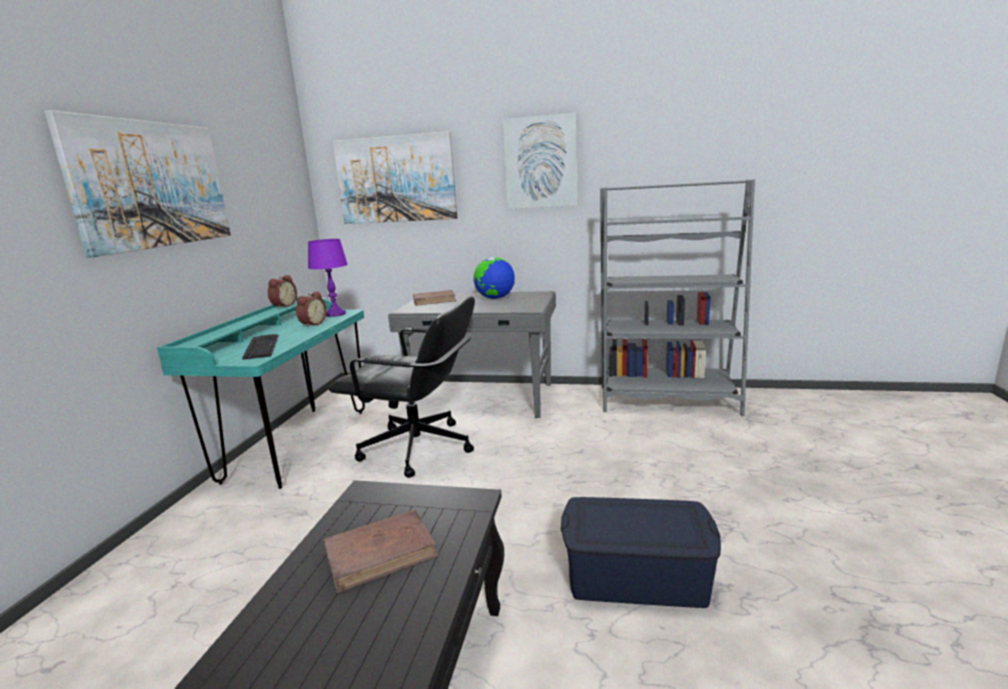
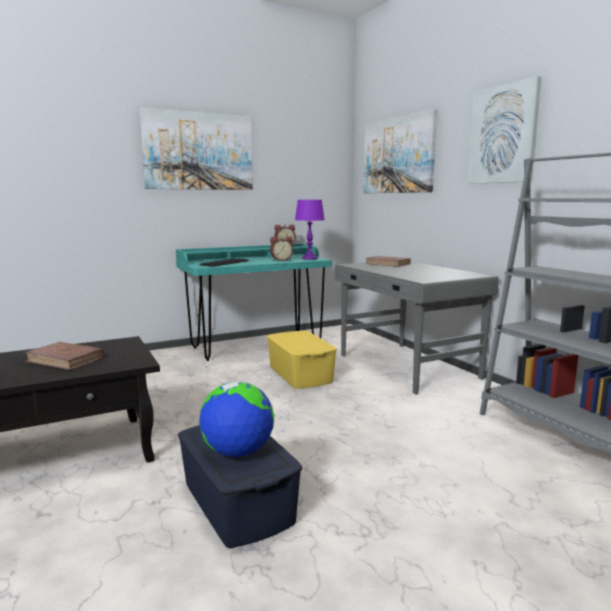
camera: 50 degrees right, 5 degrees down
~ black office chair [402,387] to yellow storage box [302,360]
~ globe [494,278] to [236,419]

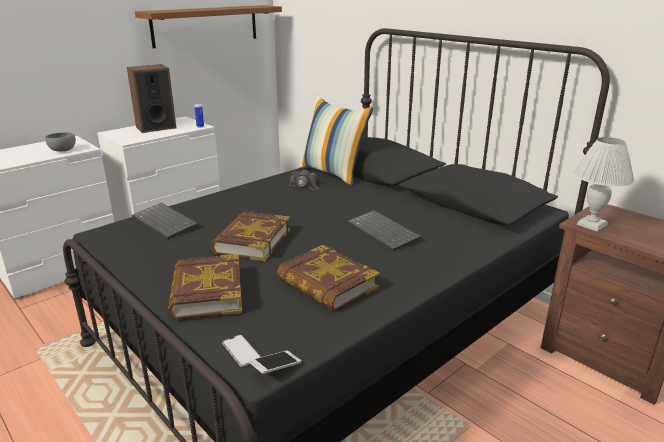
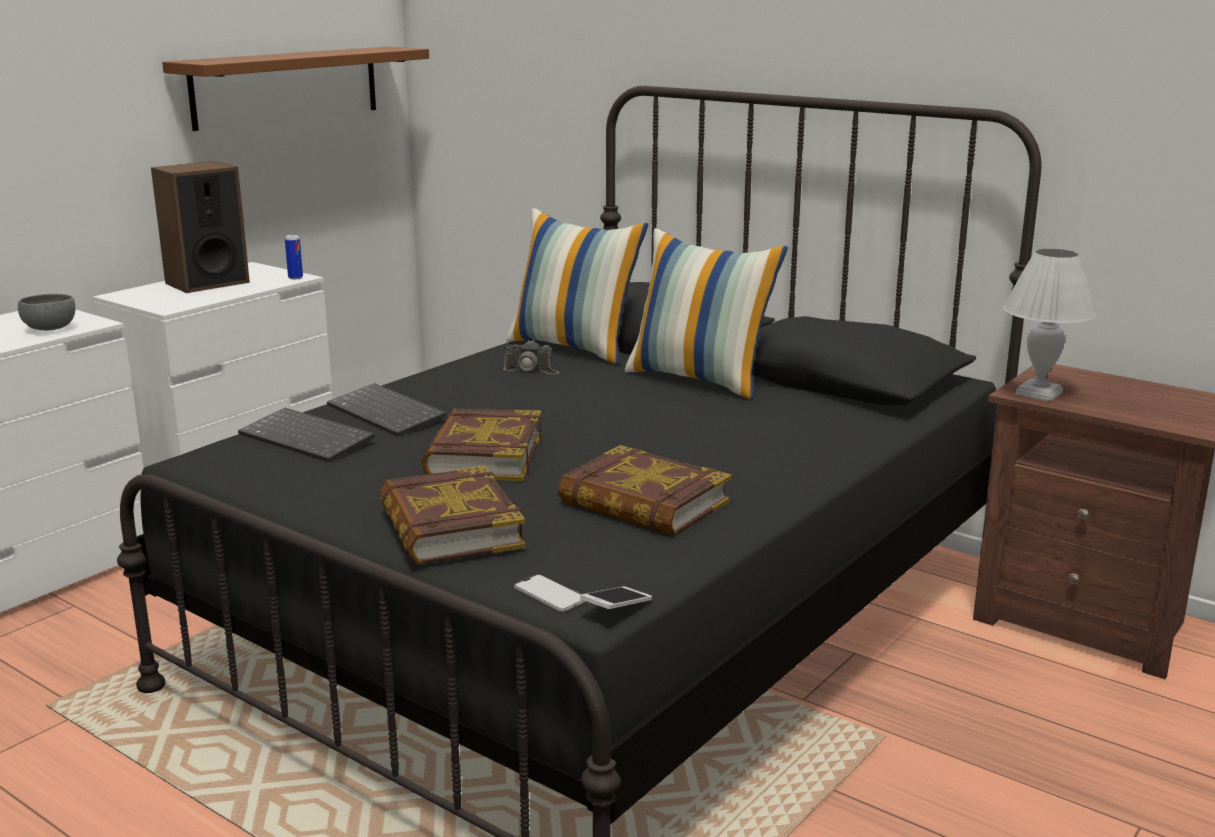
camera: 10 degrees left, 5 degrees down
~ keyboard [384,230] to [387,410]
+ pillow [706,314]

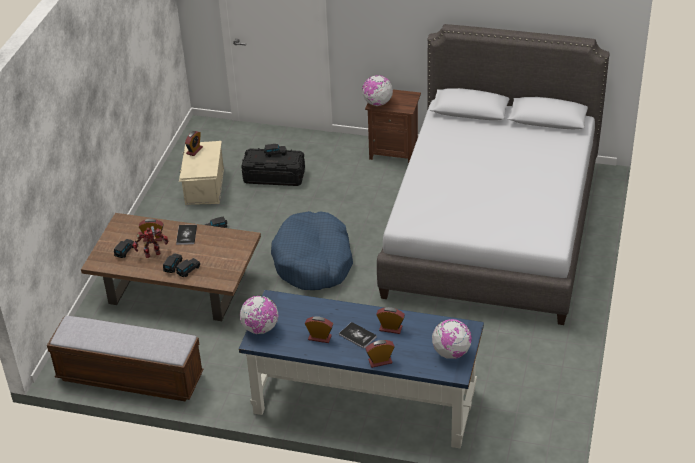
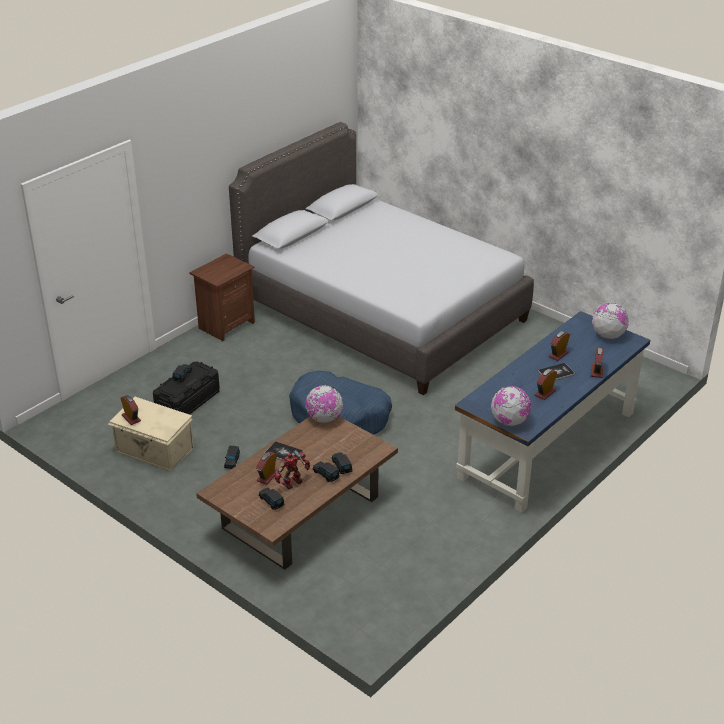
camera: 65 degrees left, 5 degrees down
- bench [125,359]
~ toy robot [150,242] = [292,469] 45 degrees clockwise
~ globe [377,90] to [324,404]

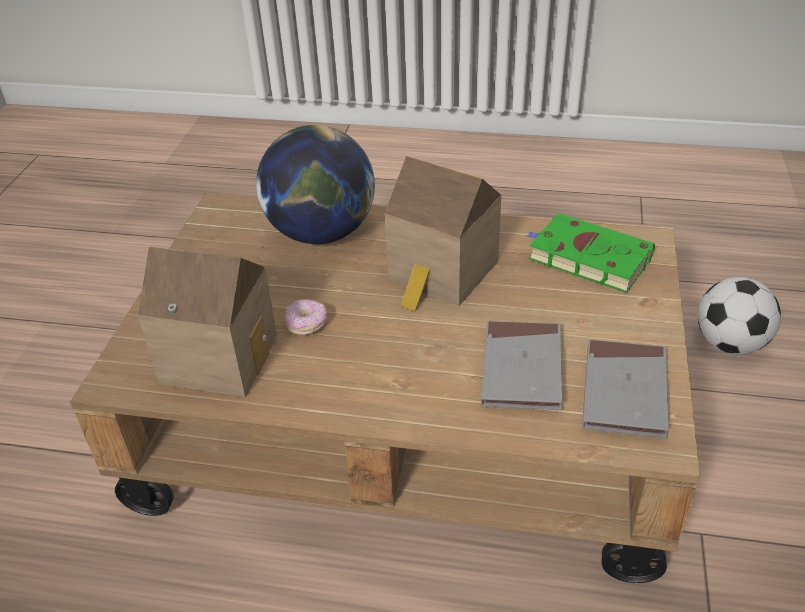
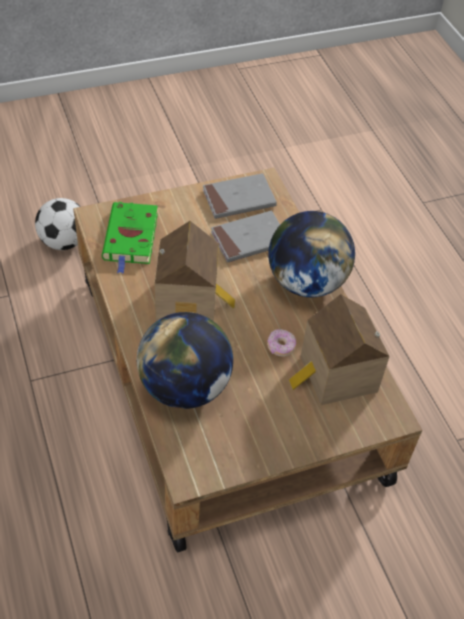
camera: 125 degrees left, 10 degrees up
+ globe [311,254]

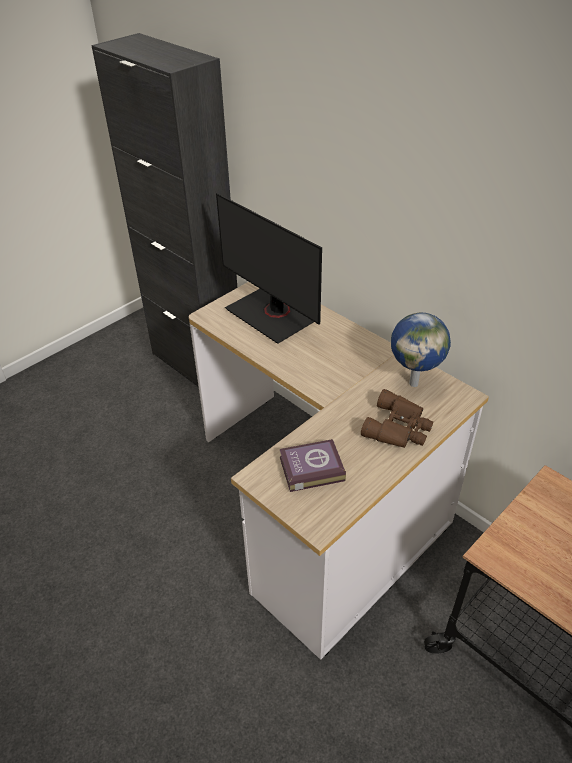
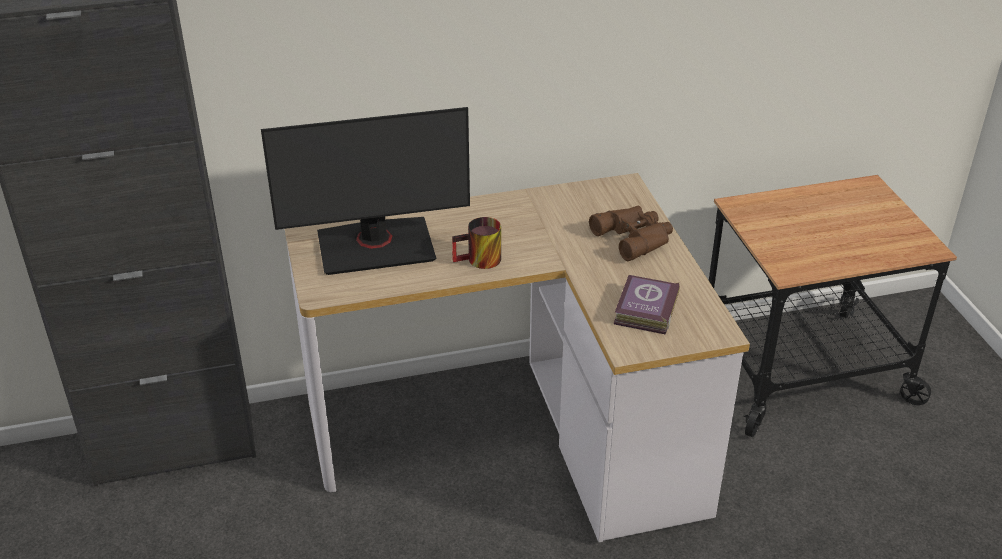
camera: 60 degrees left, 5 degrees down
- globe [421,350]
+ mug [476,243]

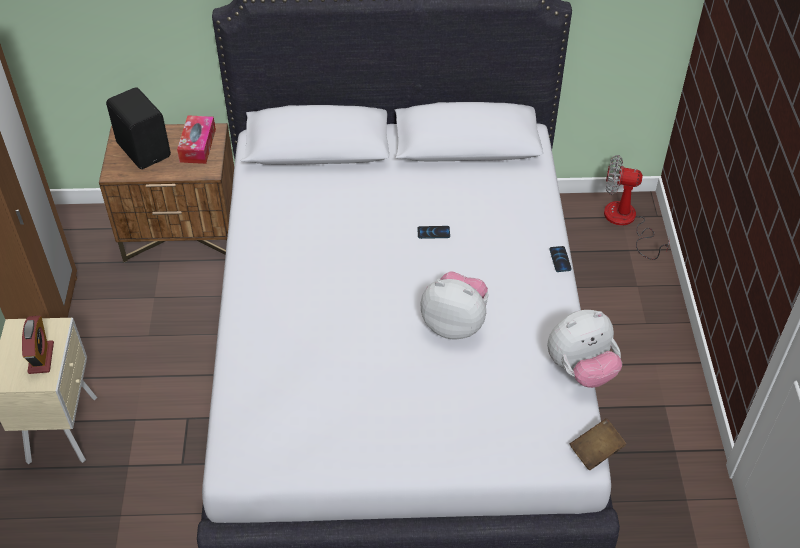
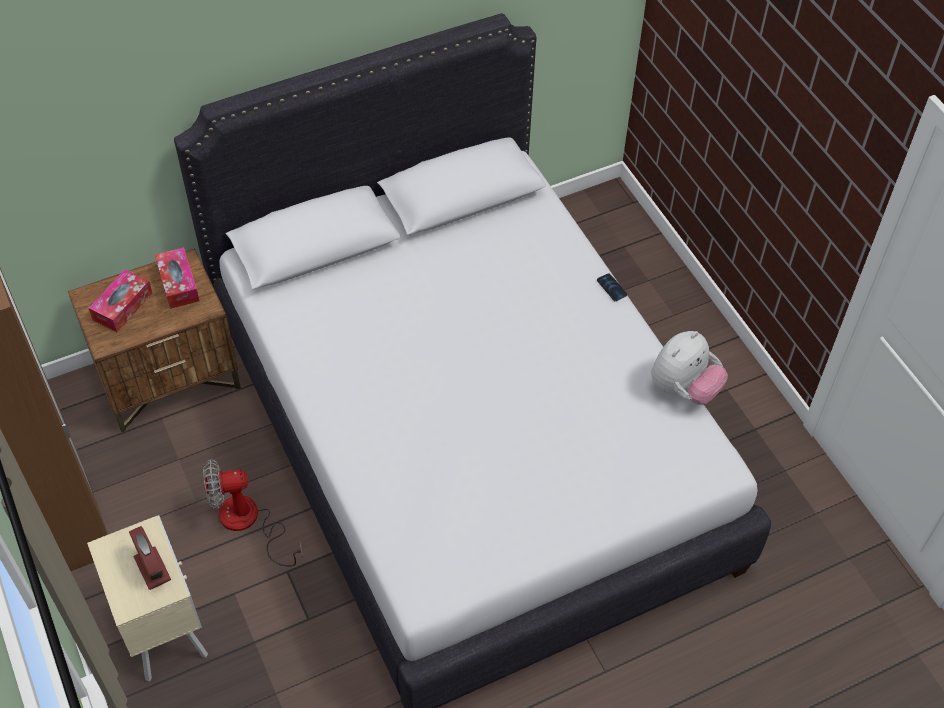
camera: 25 degrees left, 5 degrees up
~ black speaker [138,128] to tissue box [120,300]
- phone [433,232]
- plush toy [454,306]
- brown book [598,444]
~ fan [637,207] to [253,513]

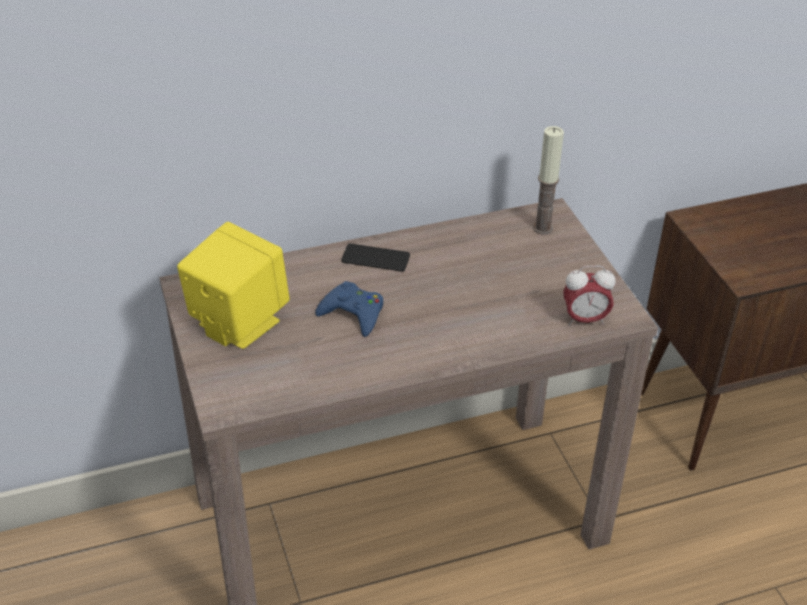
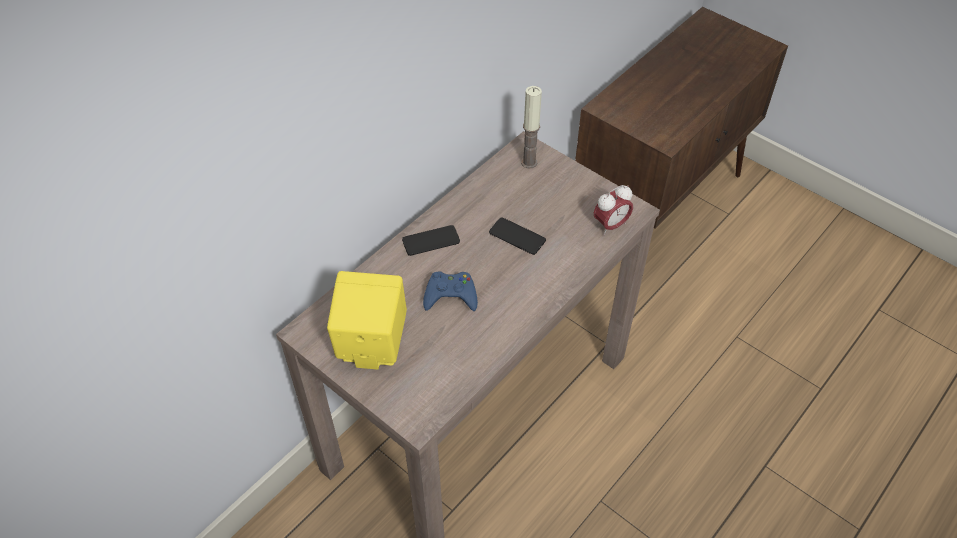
camera: 30 degrees left, 10 degrees up
+ phone [517,236]

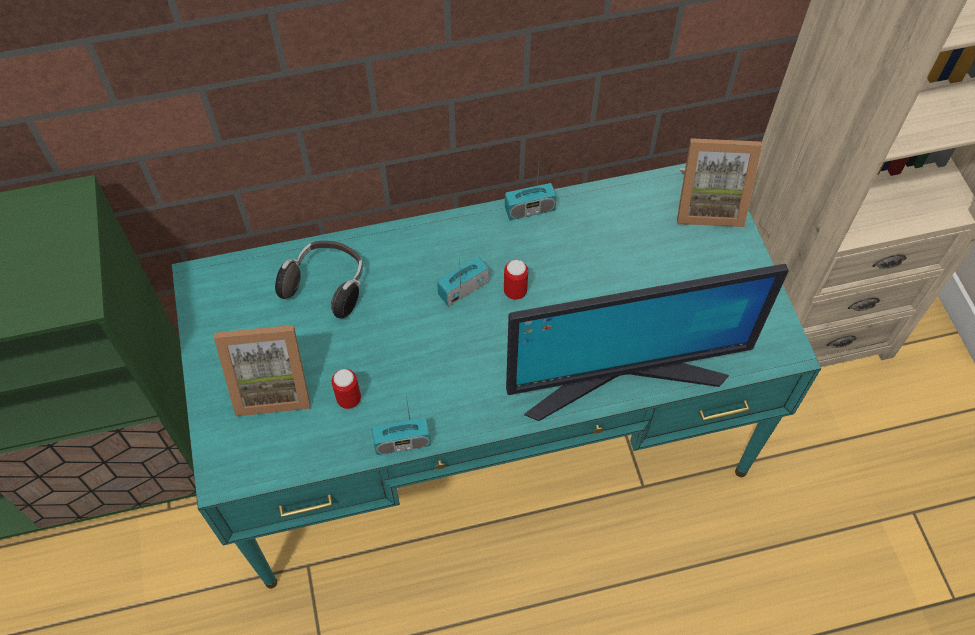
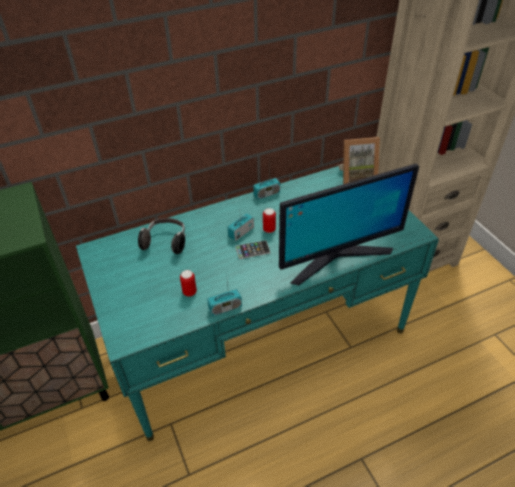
camera: 10 degrees left, 15 degrees down
- picture frame [262,370]
+ phone [253,249]

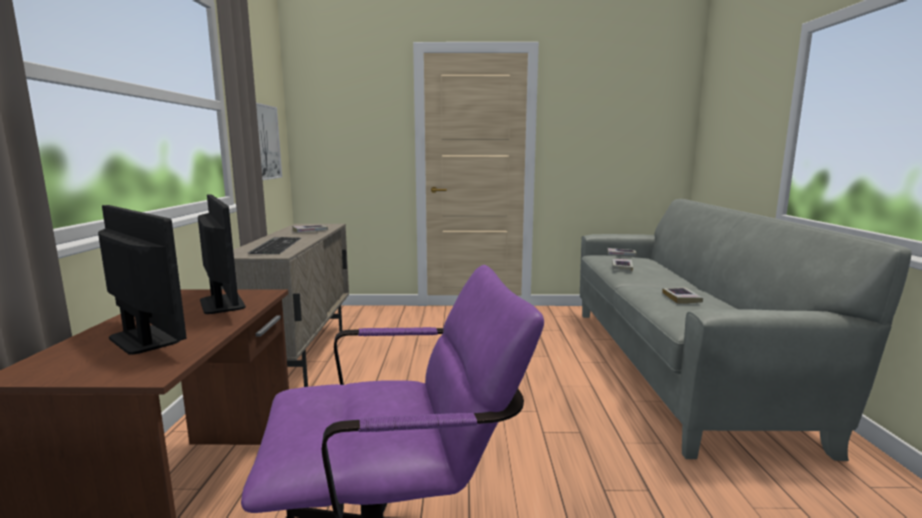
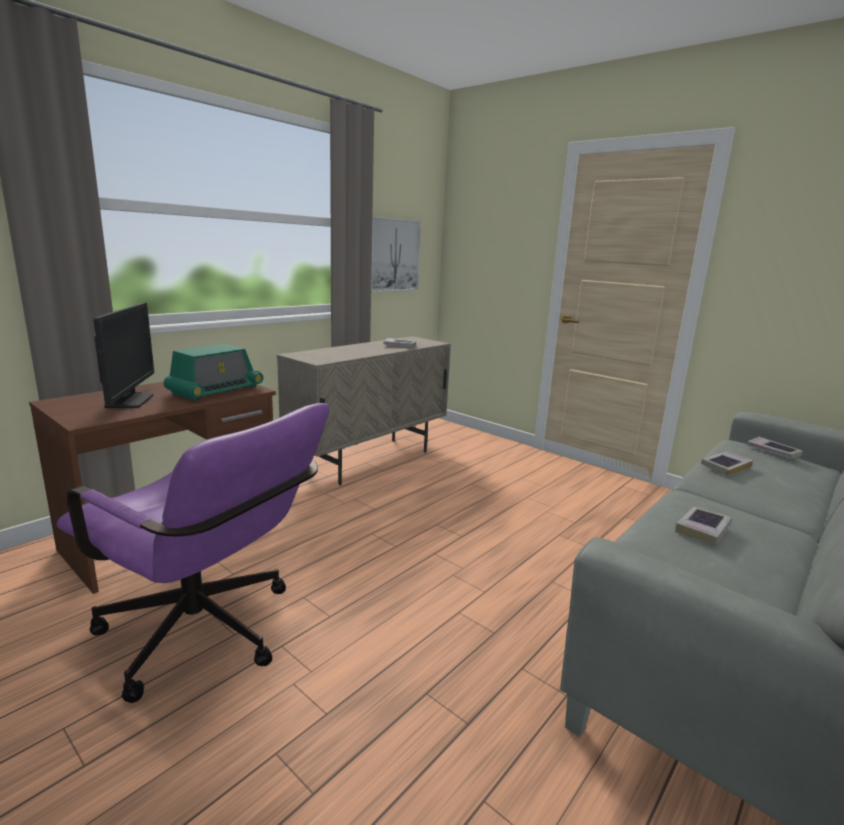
camera: 40 degrees right, 5 degrees up
~ monitor [222,254] to radio [213,372]
- keyboard [274,245]

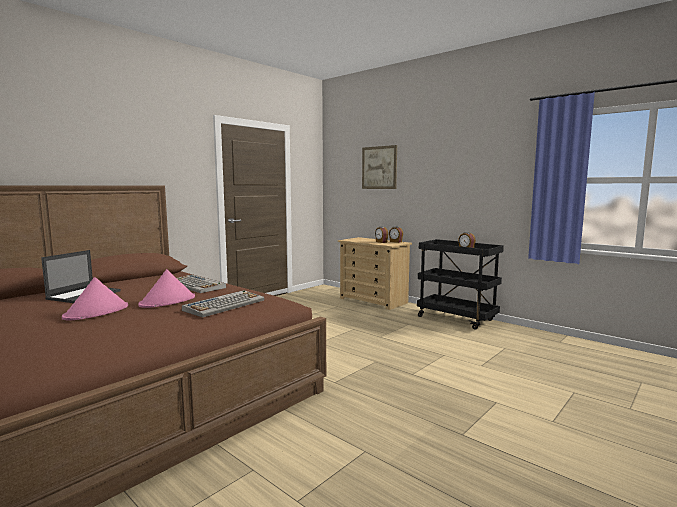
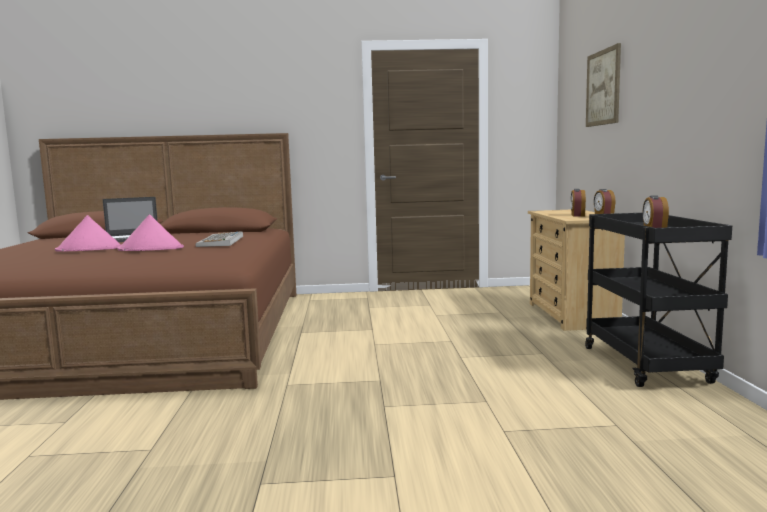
camera: 45 degrees right, 0 degrees up
- keyboard [223,303]

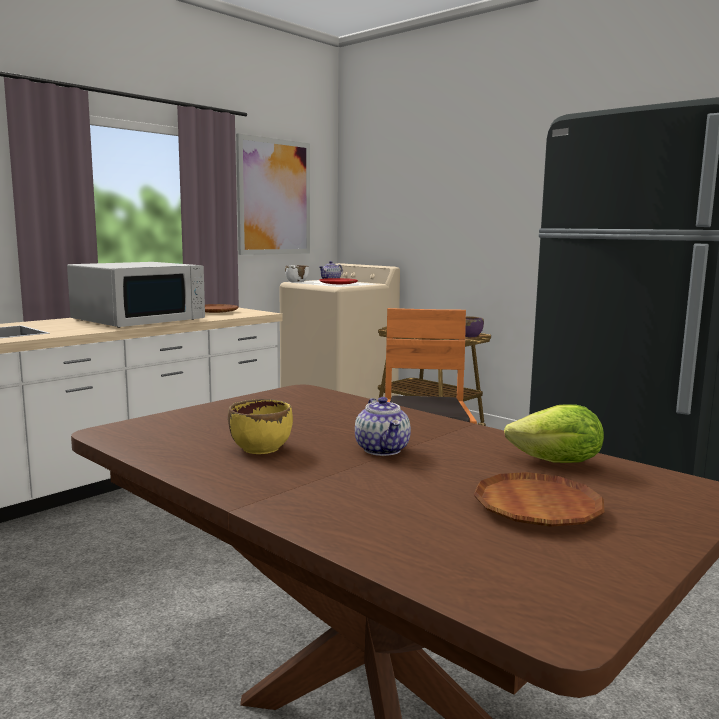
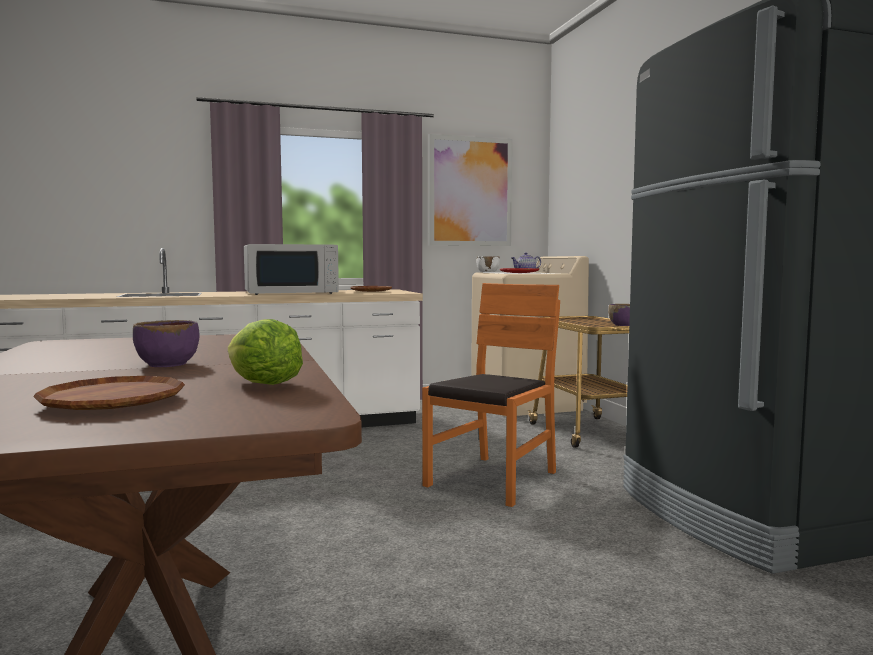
camera: 30 degrees right, 5 degrees down
- yellow bowl [260,426]
~ teapot [383,426] to purple bowl [166,343]

